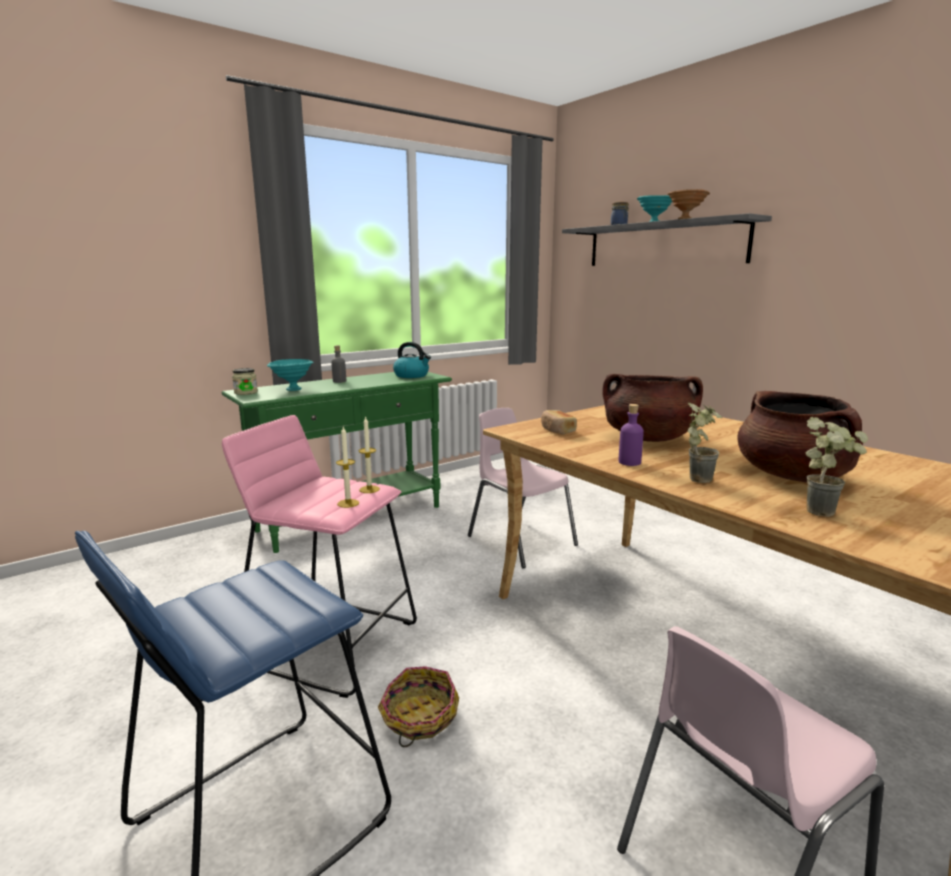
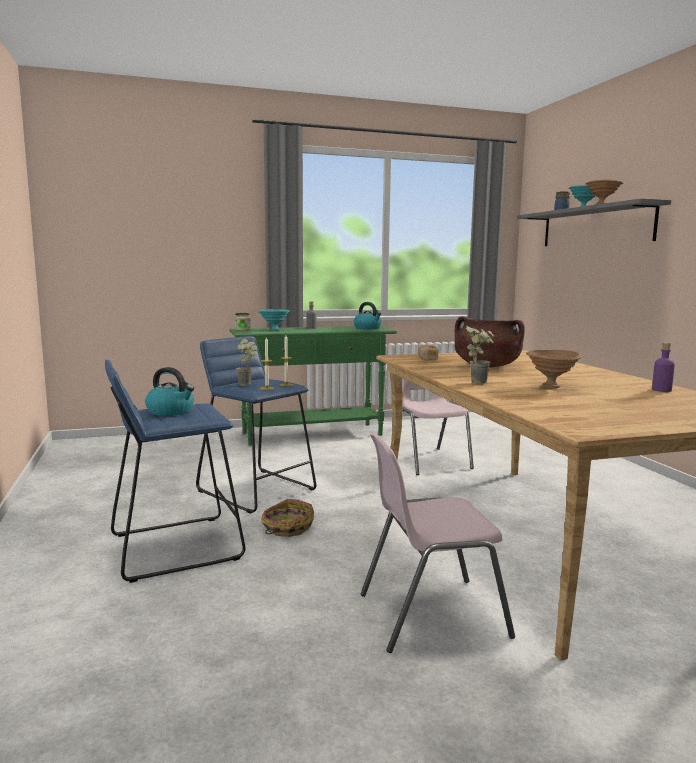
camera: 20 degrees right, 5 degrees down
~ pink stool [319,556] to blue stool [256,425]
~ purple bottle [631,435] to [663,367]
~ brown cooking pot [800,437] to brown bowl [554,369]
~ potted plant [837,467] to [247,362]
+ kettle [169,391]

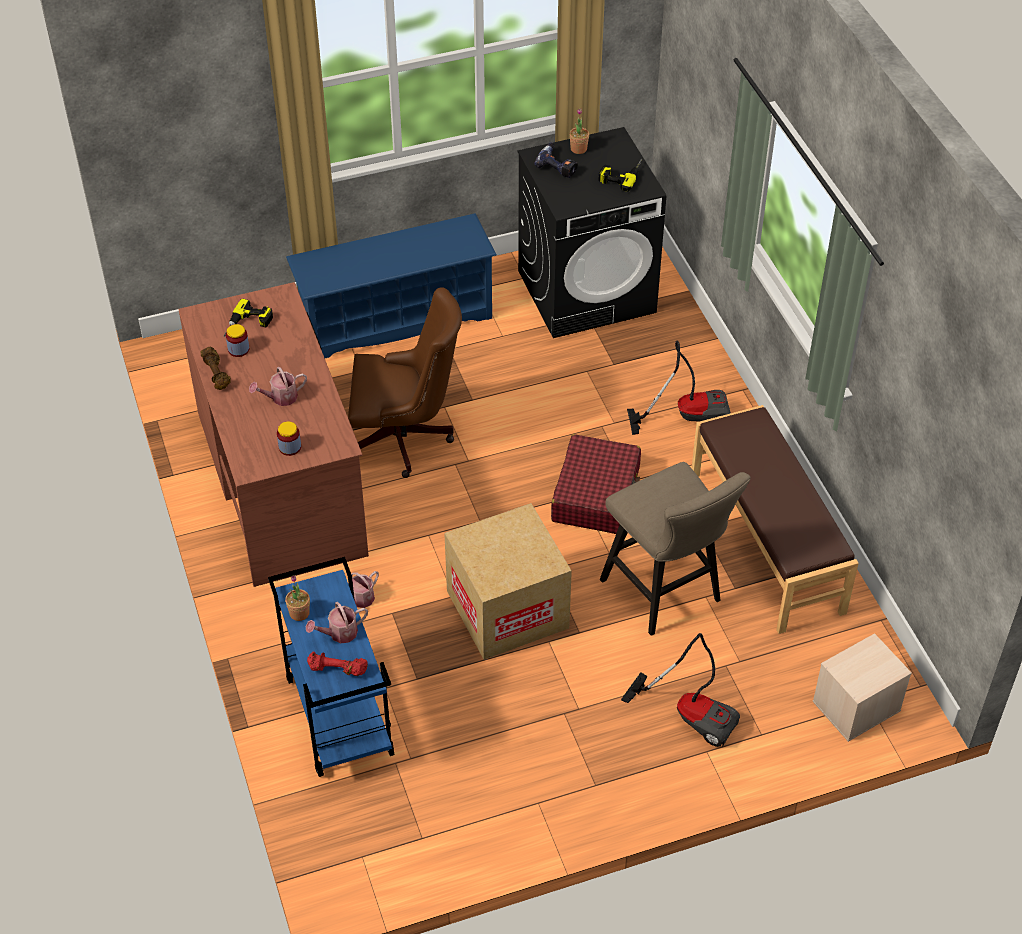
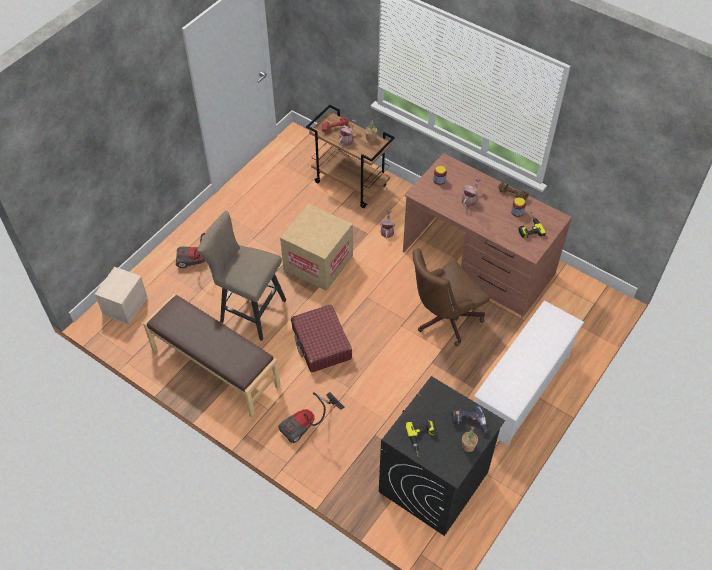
camera: 145 degrees right, 5 degrees up
~ blue cart [331,667] to brown cart [350,156]
~ blue shoe rack [391,285] to white shoe rack [529,373]

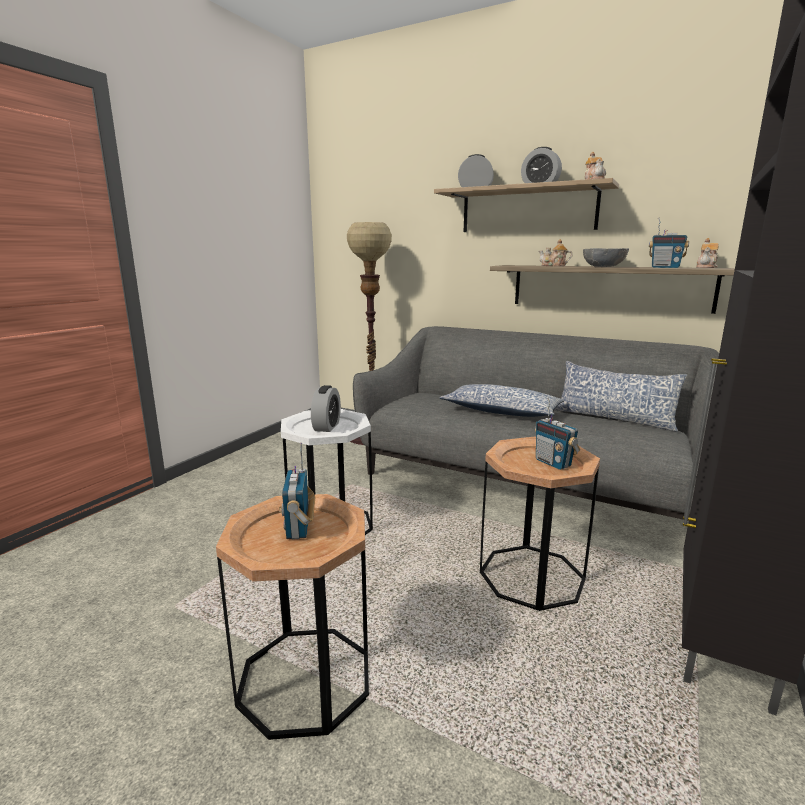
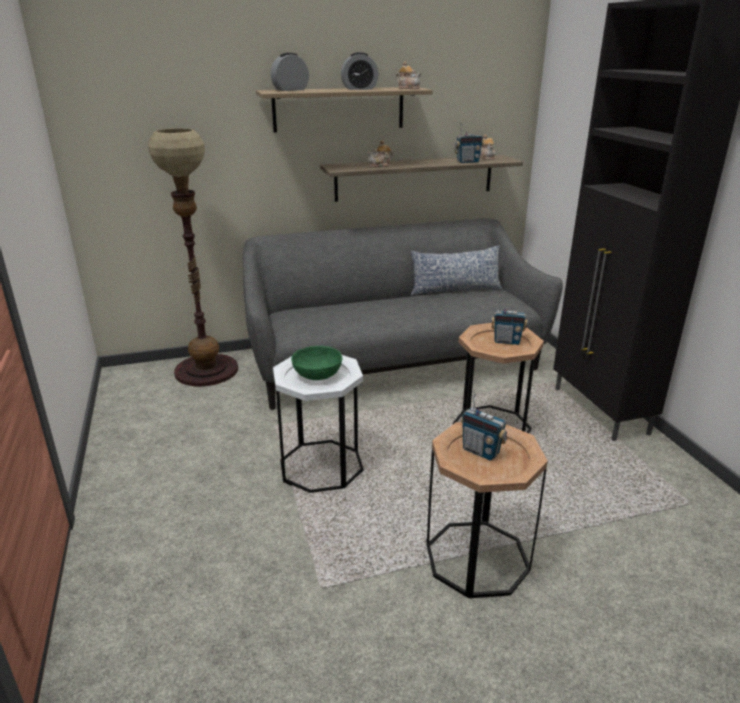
camera: 45 degrees left, 10 degrees up
~ alarm clock [326,408] to green bowl [316,363]
- pillow [502,400]
- grey bowl [606,257]

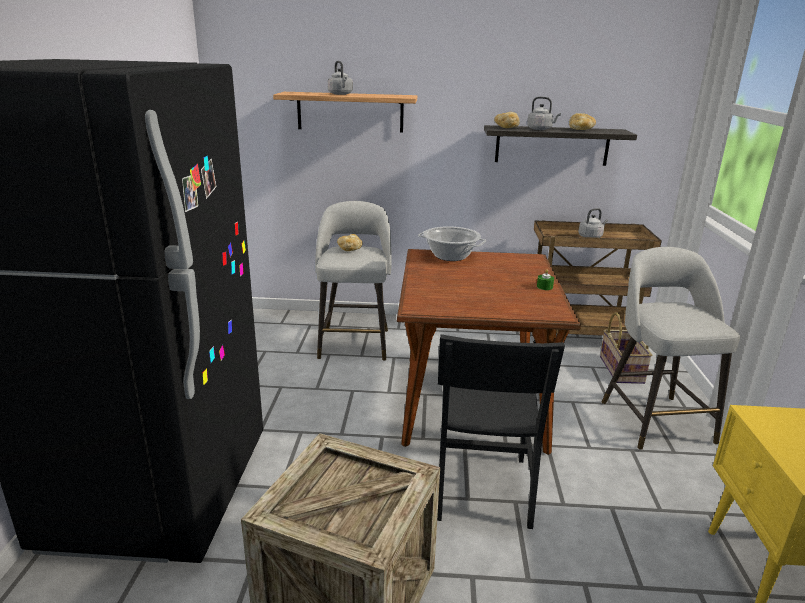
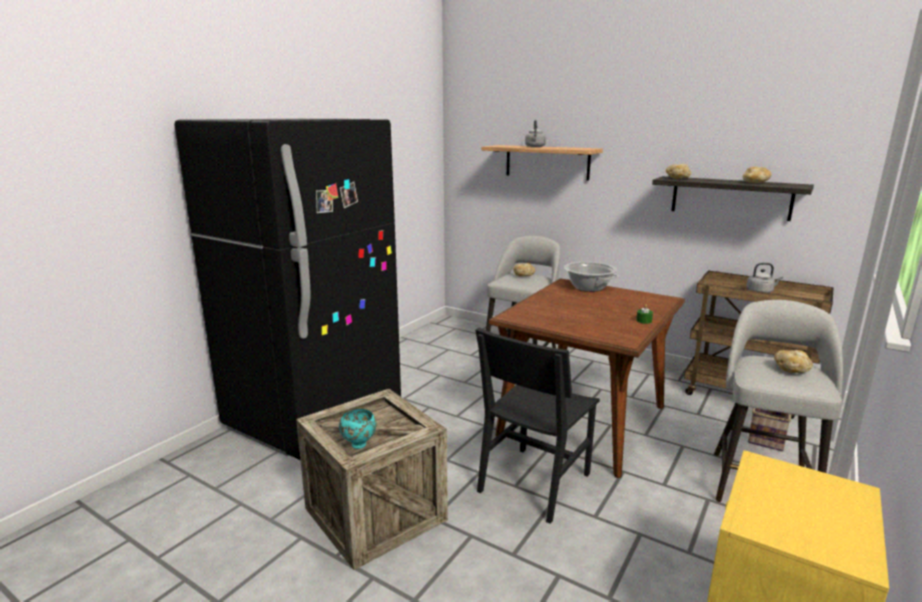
camera: 30 degrees right, 5 degrees down
- grey kettle [544,113]
+ turquoise bowl [357,429]
+ bread [793,361]

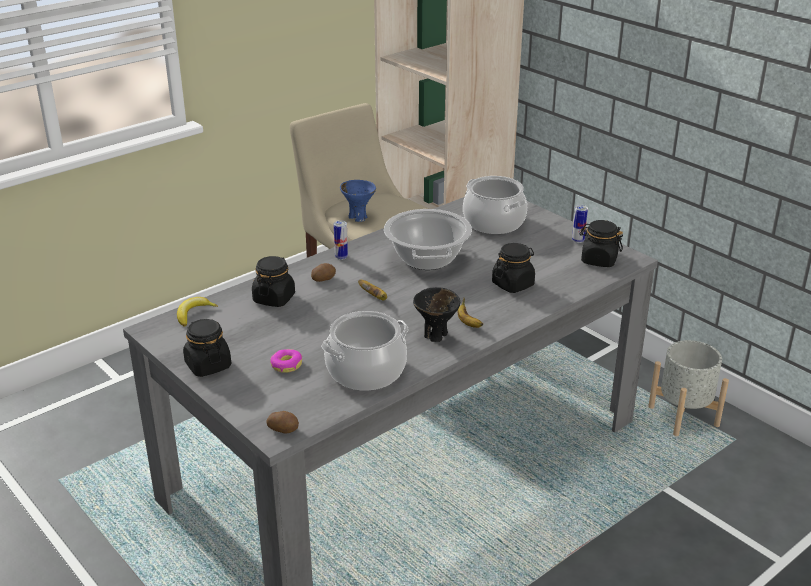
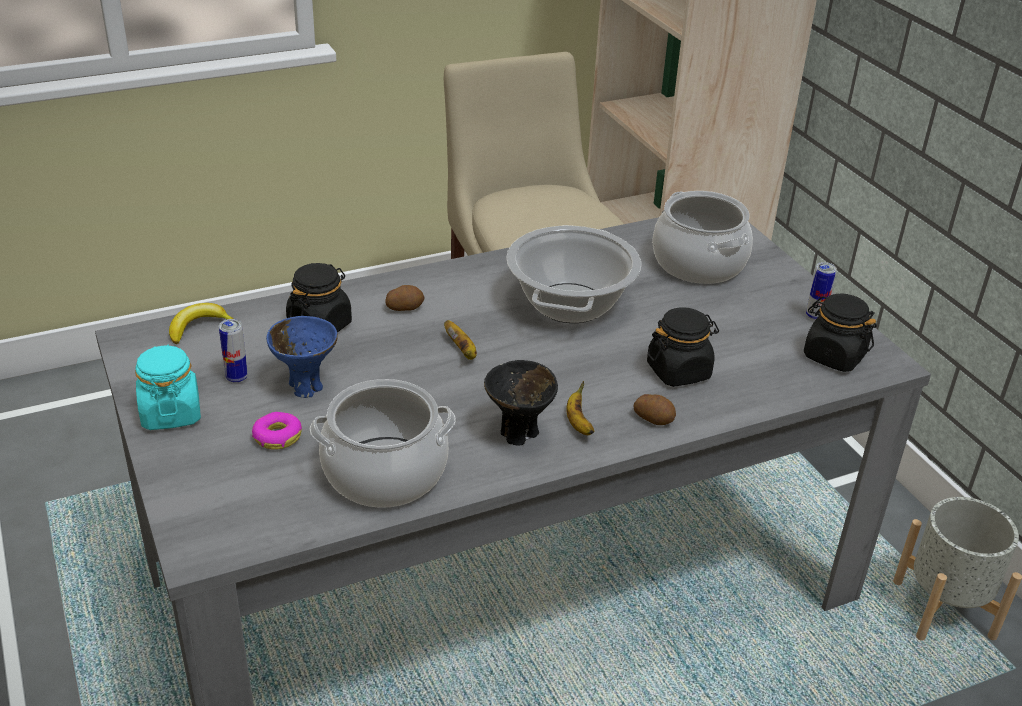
camera: 15 degrees right, 5 degrees up
~ black jar [207,348] to turquoise jar [168,387]
~ potato [282,422] to [654,409]
~ can [341,240] to [233,351]
~ blue bowl [358,201] to [302,357]

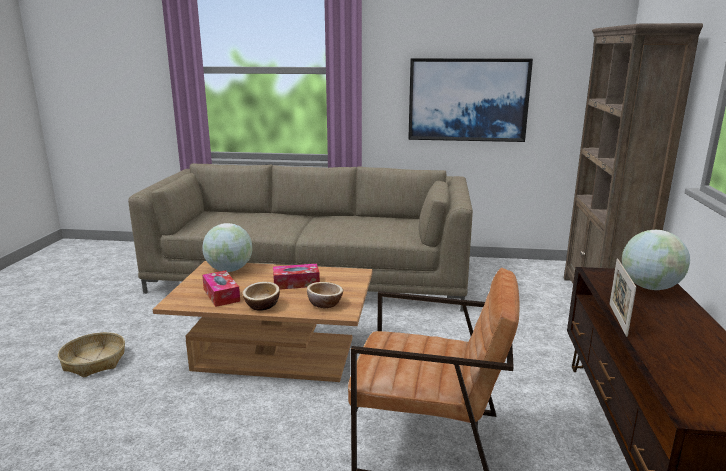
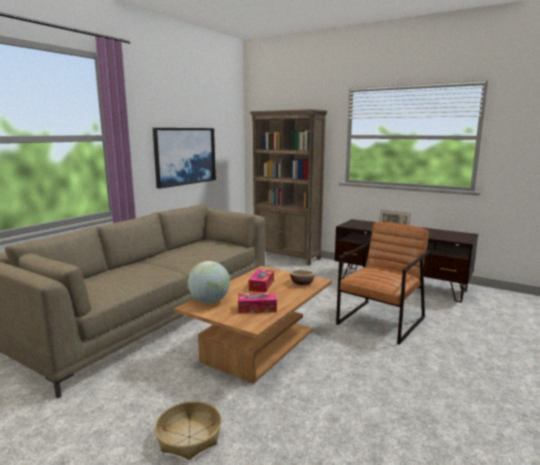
camera: 65 degrees left, 5 degrees down
- bowl [261,296]
- globe [656,260]

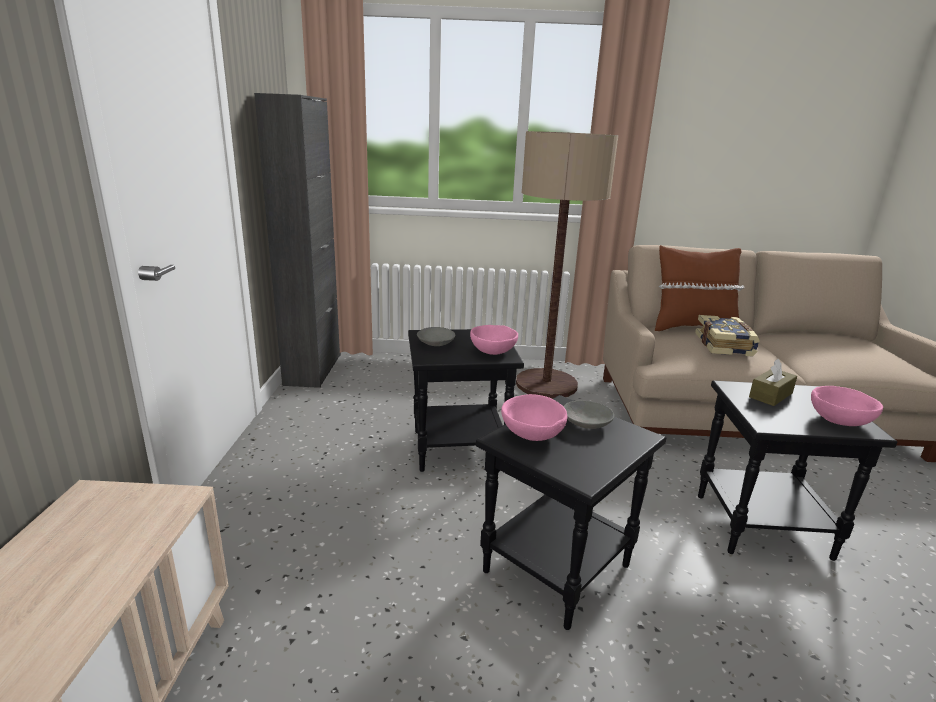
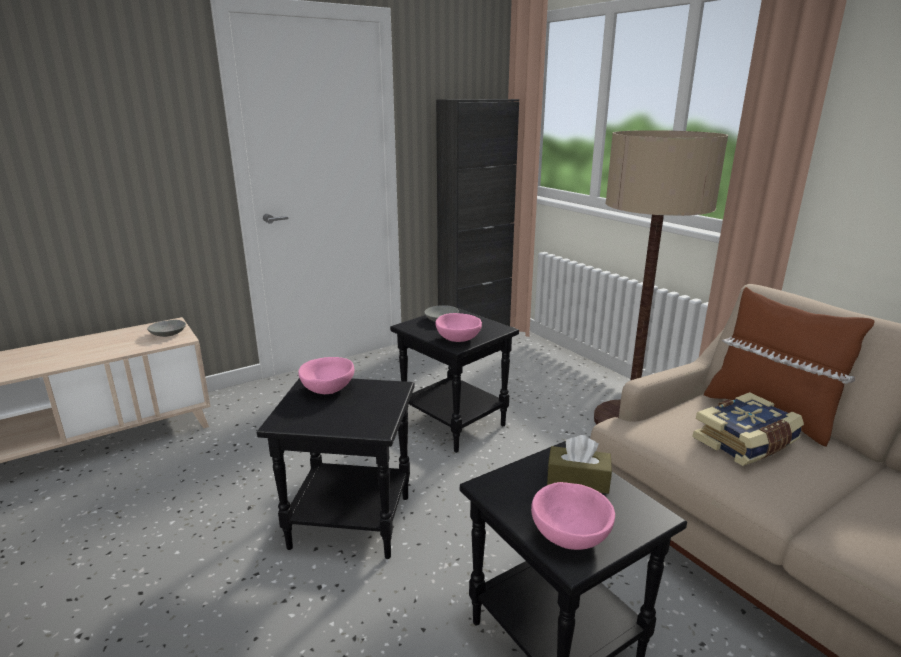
camera: 55 degrees right, 0 degrees up
~ grey bowl [588,415] to [166,328]

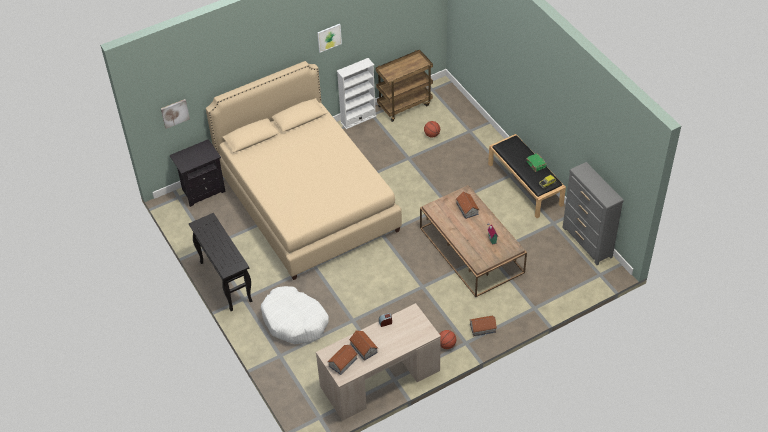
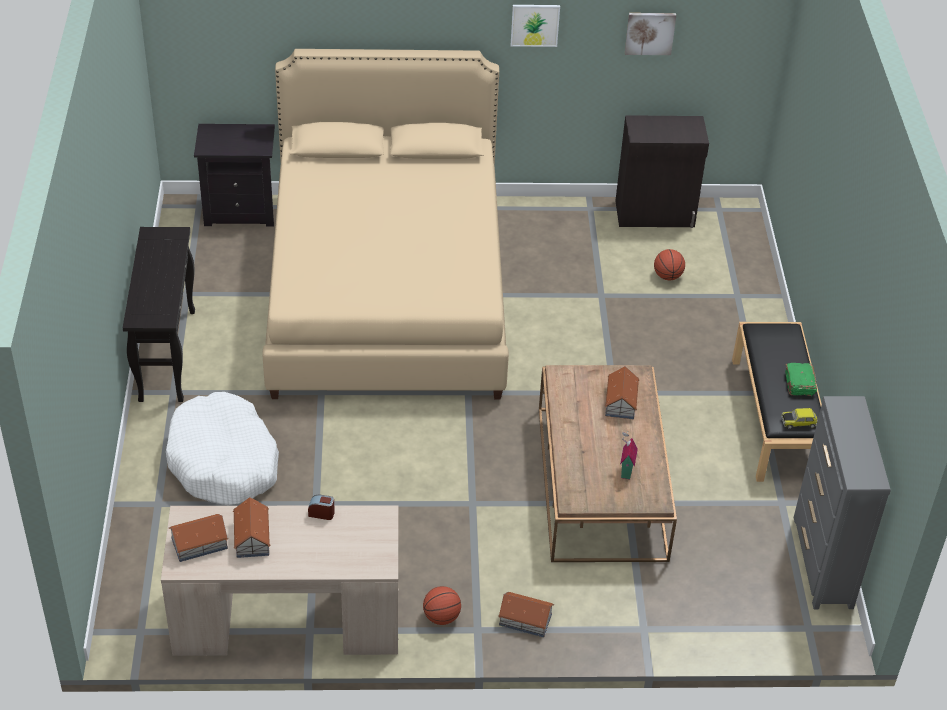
camera: 25 degrees right, 5 degrees down
~ picture [175,114] to [650,34]
- white bookcase [357,93]
~ brown cart [404,86] to black cabinet [662,171]

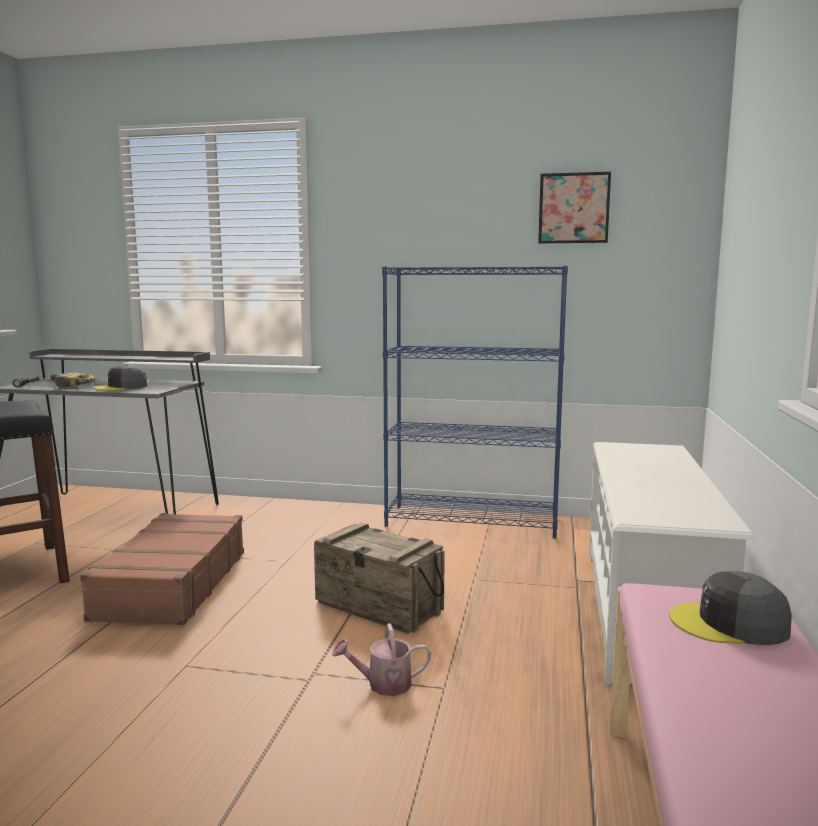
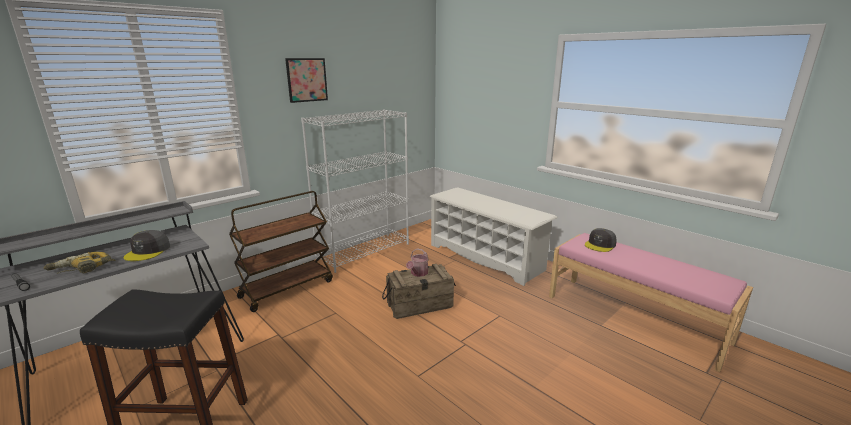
camera: 55 degrees left, 10 degrees up
- brown suitcase [162,569]
~ watering can [381,659] to [417,262]
~ blue bookcase [475,402] to white bookcase [355,191]
~ picture [574,207] to [306,80]
+ brown cart [281,251]

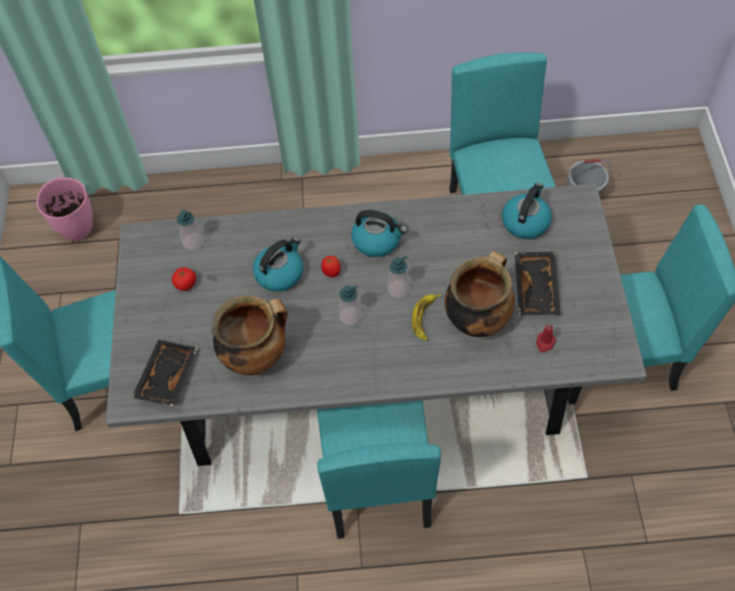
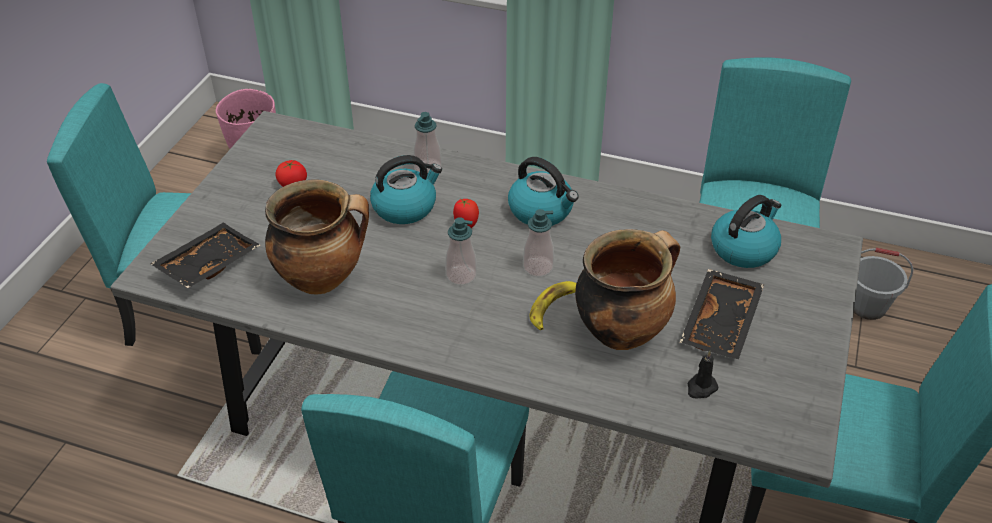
camera: 20 degrees right, 15 degrees down
~ soap dispenser [190,230] to [428,142]
~ red candle [546,338] to black candle [702,374]

